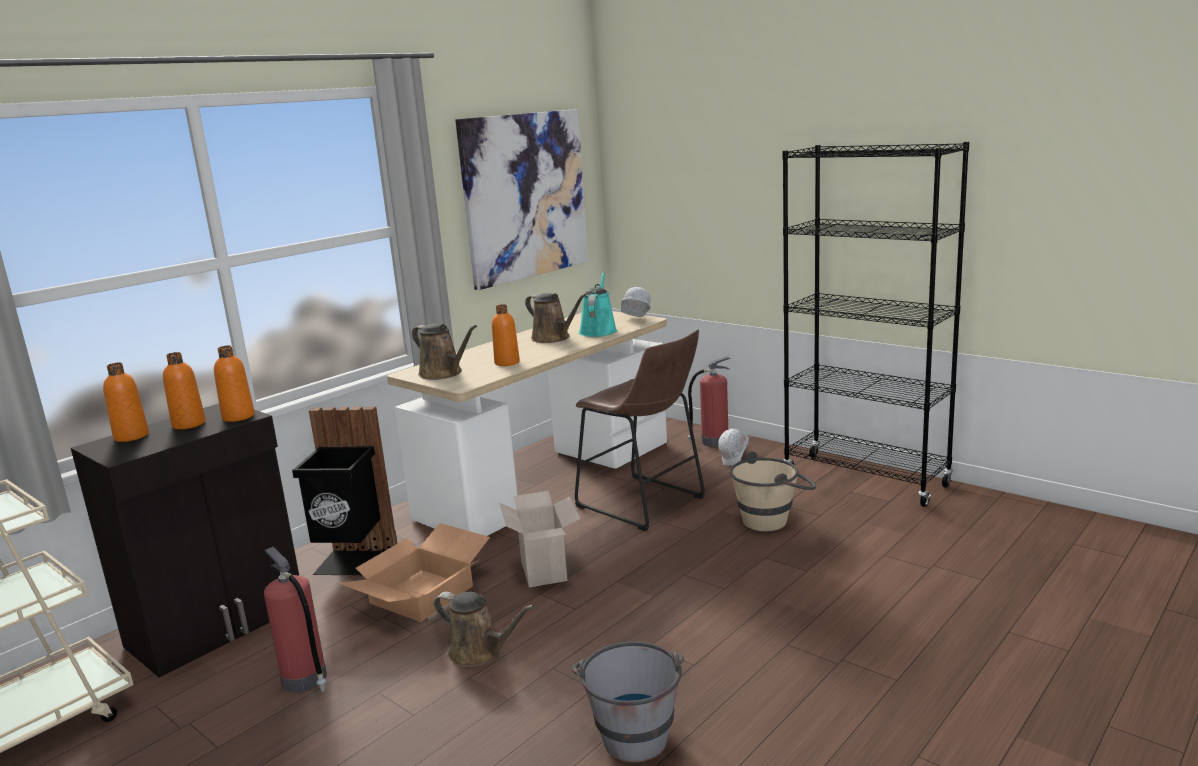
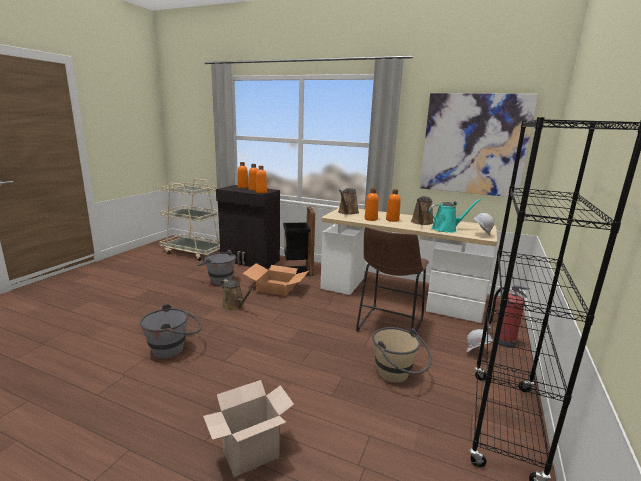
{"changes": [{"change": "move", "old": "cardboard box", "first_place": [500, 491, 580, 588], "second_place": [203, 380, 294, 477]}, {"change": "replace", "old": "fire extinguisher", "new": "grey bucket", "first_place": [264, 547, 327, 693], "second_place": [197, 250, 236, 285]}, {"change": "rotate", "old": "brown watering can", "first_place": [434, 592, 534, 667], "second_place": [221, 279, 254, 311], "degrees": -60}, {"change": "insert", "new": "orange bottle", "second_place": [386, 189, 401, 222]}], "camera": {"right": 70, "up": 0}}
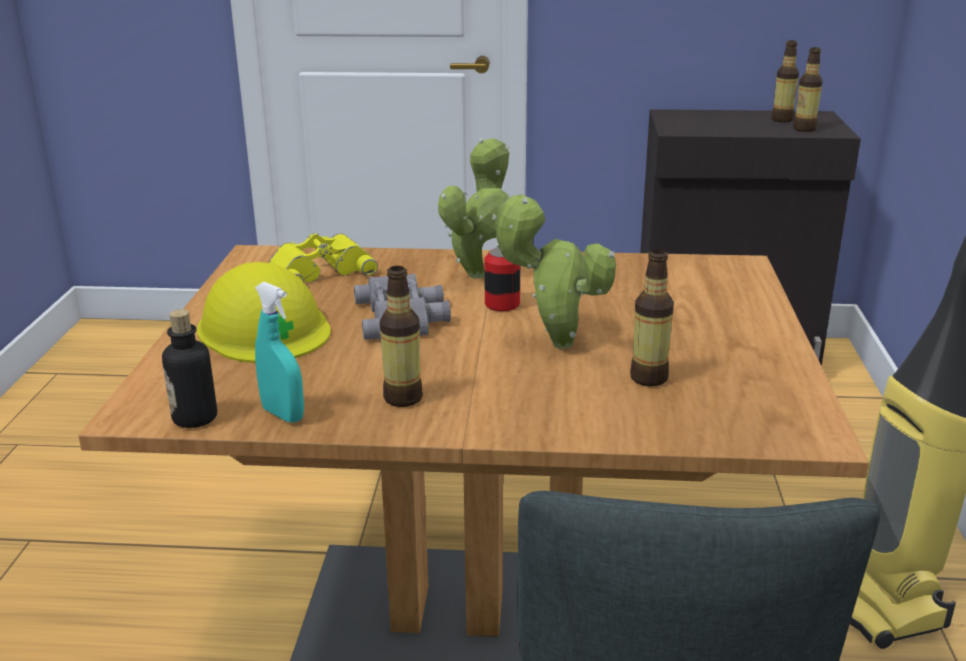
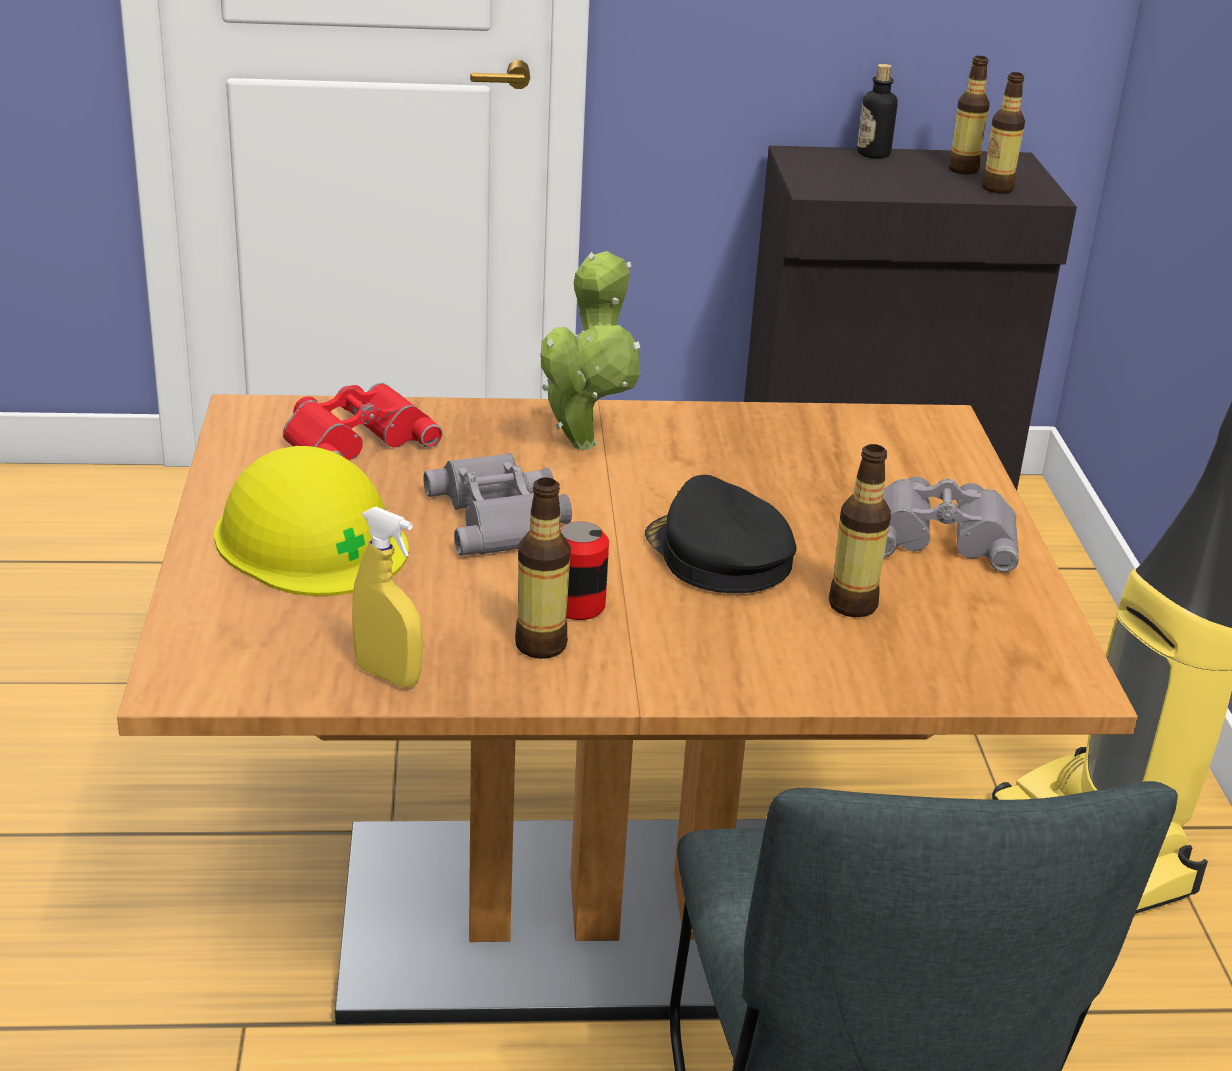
{"changes": [{"change": "replace", "old": "potted plant", "new": "black cap", "first_place": [492, 194, 616, 349], "second_place": [645, 475, 797, 593]}, {"change": "recolor", "old": "yellow binoculars", "new": "red binoculars", "first_place": [269, 233, 378, 283], "second_place": [283, 383, 443, 460]}, {"change": "move", "old": "can", "first_place": [484, 248, 520, 311], "second_place": [560, 521, 609, 620]}, {"change": "recolor", "old": "turquoise spray bottle", "new": "yellow spray bottle", "first_place": [255, 282, 304, 423], "second_place": [352, 507, 423, 687]}, {"change": "move", "old": "bottle", "first_place": [162, 309, 217, 428], "second_place": [857, 64, 898, 158]}, {"change": "insert", "new": "grey binoculars", "second_place": [883, 476, 1019, 572]}], "camera": {"right": -10, "up": 5}}
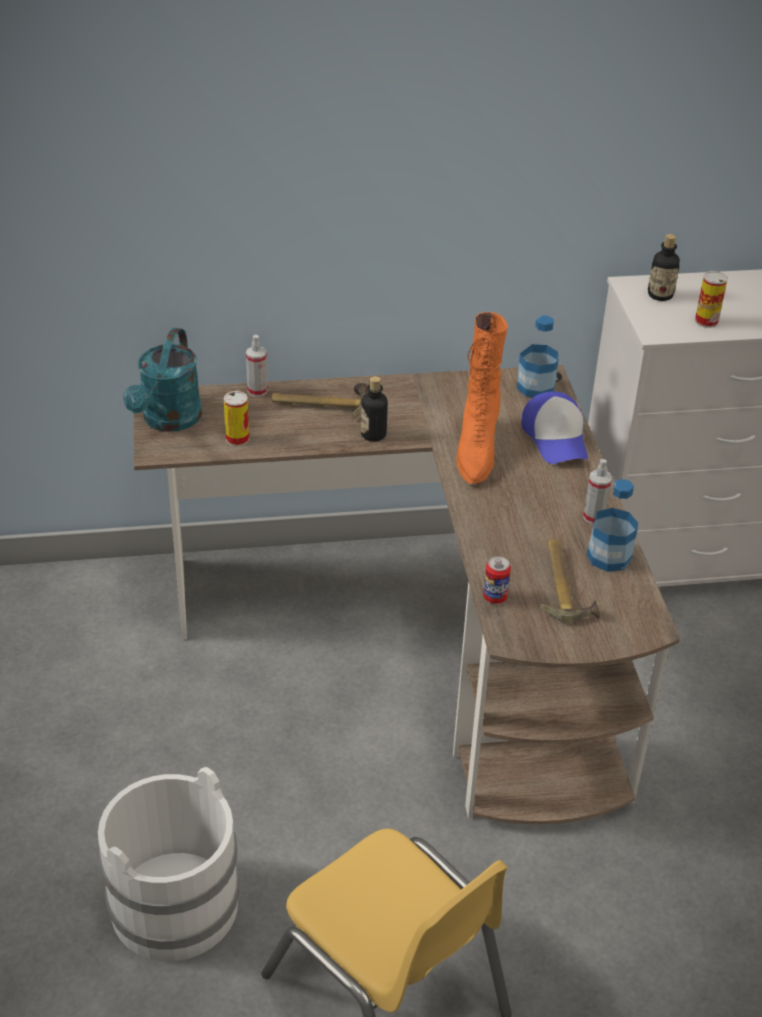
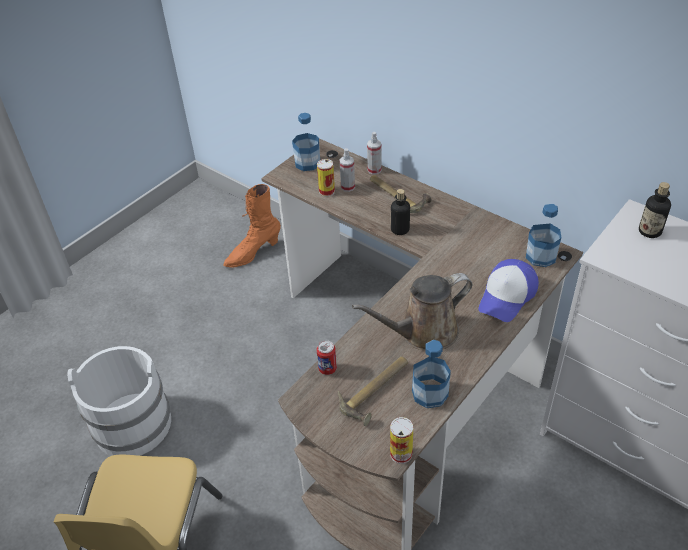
{"changes": [{"change": "move", "old": "can", "first_place": [695, 271, 728, 328], "second_place": [390, 417, 413, 464]}, {"change": "move", "old": "orange boot", "first_place": [457, 312, 508, 484], "second_place": [223, 184, 281, 268]}, {"change": "replace", "old": "turquoise watering can", "new": "bottle", "first_place": [123, 328, 202, 432], "second_place": [292, 113, 320, 171]}, {"change": "move", "old": "spray bottle", "first_place": [583, 459, 612, 524], "second_place": [339, 148, 355, 192]}, {"change": "insert", "new": "brown watering can", "second_place": [352, 273, 472, 350]}], "camera": {"right": 50, "up": 5}}
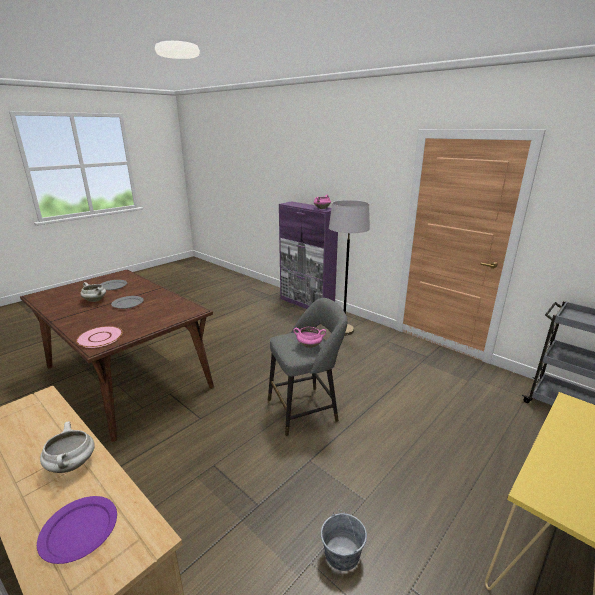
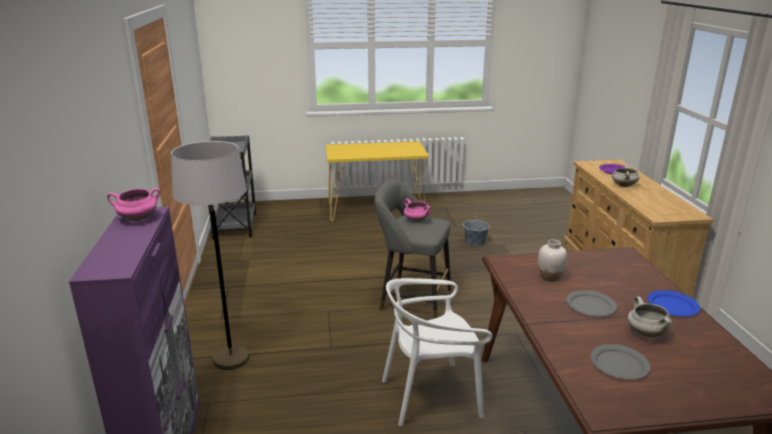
{"changes": [{"change": "delete", "old": "pink plate", "first_place": [76, 326, 123, 348]}, {"change": "insert", "new": "white vase", "second_place": [538, 239, 567, 282]}, {"change": "insert", "new": "white chair", "second_place": [382, 278, 492, 426]}, {"change": "insert", "new": "blue plate", "second_place": [647, 290, 700, 316]}], "camera": {"right": -140, "up": 0}}
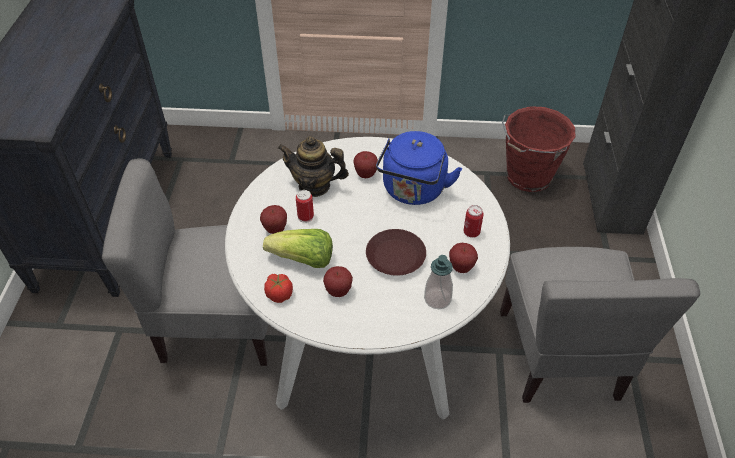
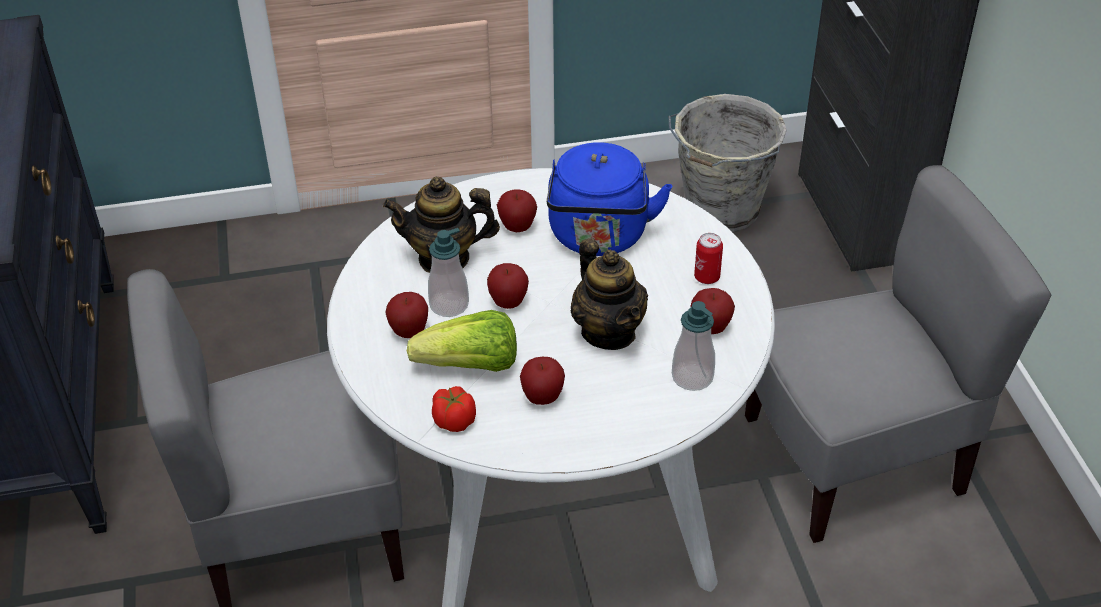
{"changes": [{"change": "recolor", "old": "red bucket", "new": "grey bucket", "first_place": [502, 106, 575, 192], "second_place": [669, 94, 787, 232]}, {"change": "replace", "old": "can", "new": "soap dispenser", "first_place": [296, 190, 314, 223], "second_place": [428, 228, 469, 317]}, {"change": "replace", "old": "brown plate", "new": "teapot", "first_place": [366, 229, 426, 276], "second_place": [570, 238, 648, 350]}, {"change": "rotate", "old": "grey chair", "first_place": [500, 247, 700, 403], "second_place": [745, 165, 1051, 543], "degrees": -90}, {"change": "insert", "new": "apple", "second_place": [487, 263, 529, 309]}], "camera": {"right": -15, "up": -5}}
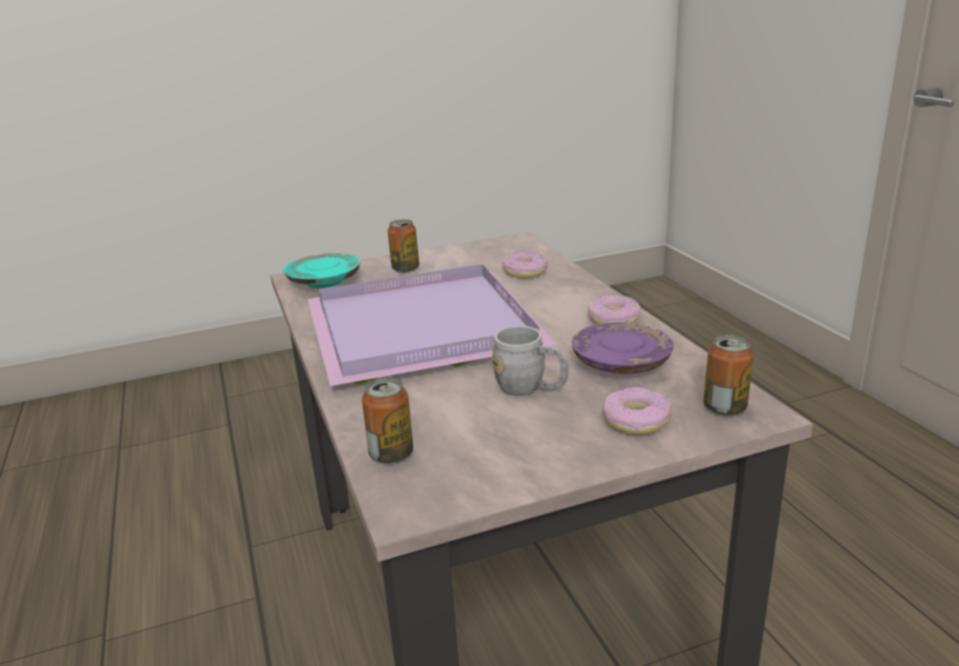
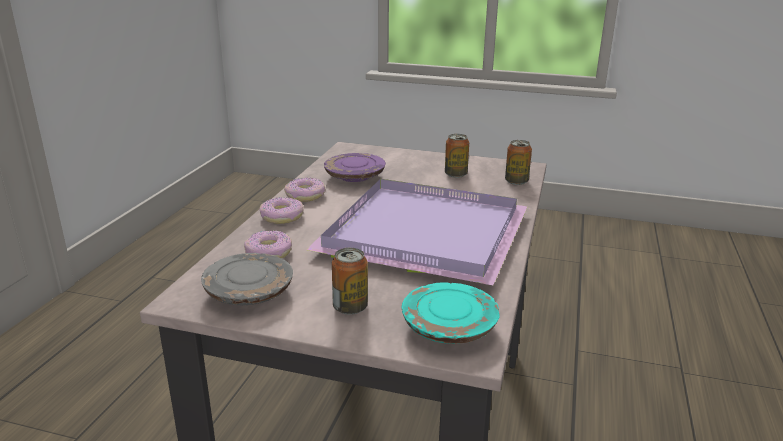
{"changes": [{"change": "delete", "old": "grey mug", "first_place": [492, 326, 569, 396]}, {"change": "move", "old": "can", "first_place": [704, 335, 754, 416], "second_place": [445, 134, 469, 178]}, {"change": "move", "old": "donut", "first_place": [602, 387, 672, 435], "second_place": [259, 197, 304, 224]}, {"change": "insert", "new": "grey plate", "second_place": [201, 253, 293, 305]}], "camera": {"right": -145, "up": 0}}
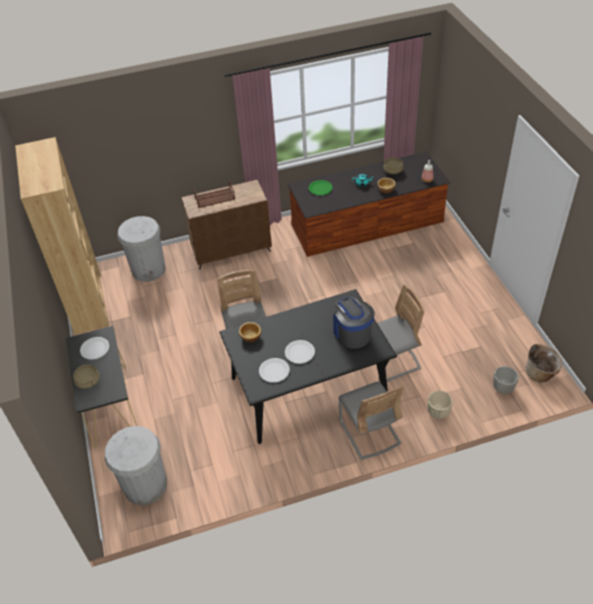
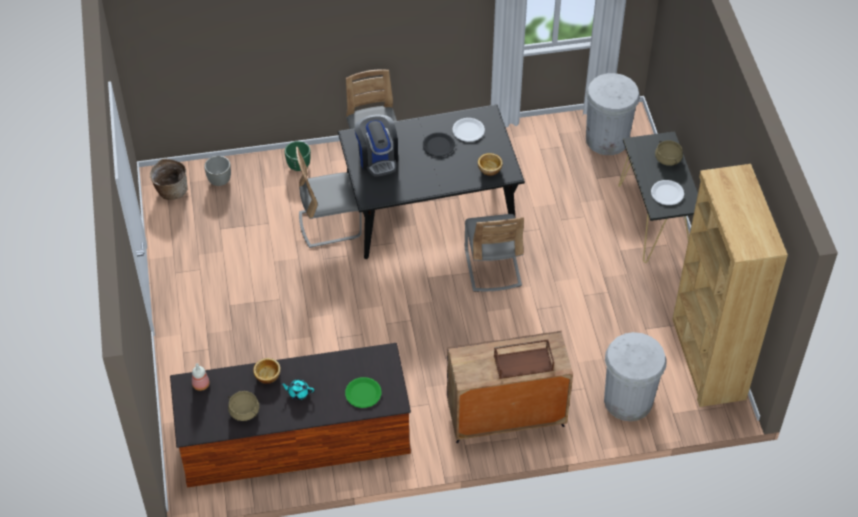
{"changes": [{"change": "recolor", "old": "white plate", "new": "black plate", "first_place": [285, 340, 315, 364], "second_place": [423, 132, 455, 157]}, {"change": "recolor", "old": "beige planter", "new": "green planter", "first_place": [427, 391, 453, 419], "second_place": [285, 141, 311, 171]}], "camera": {"right": -175, "up": 5}}
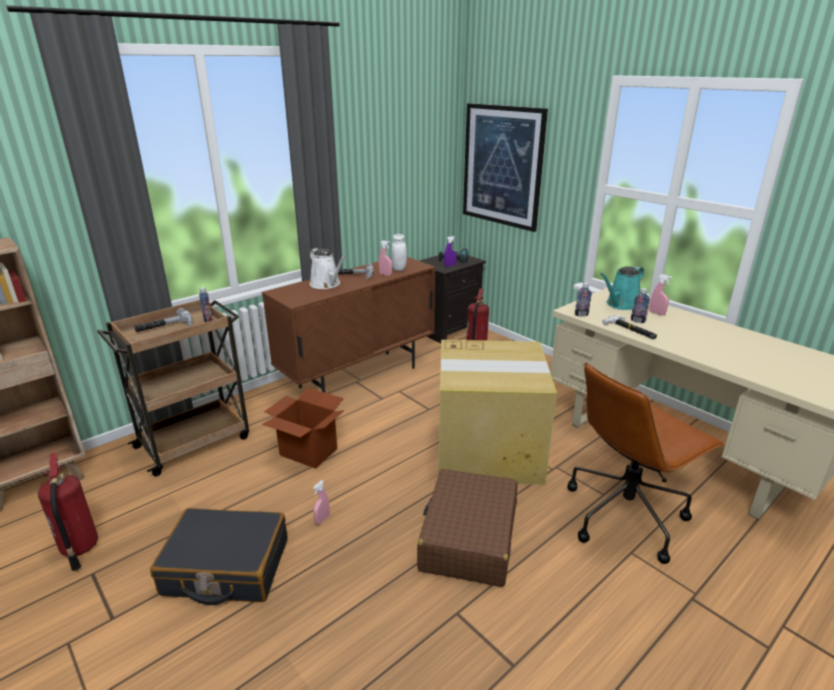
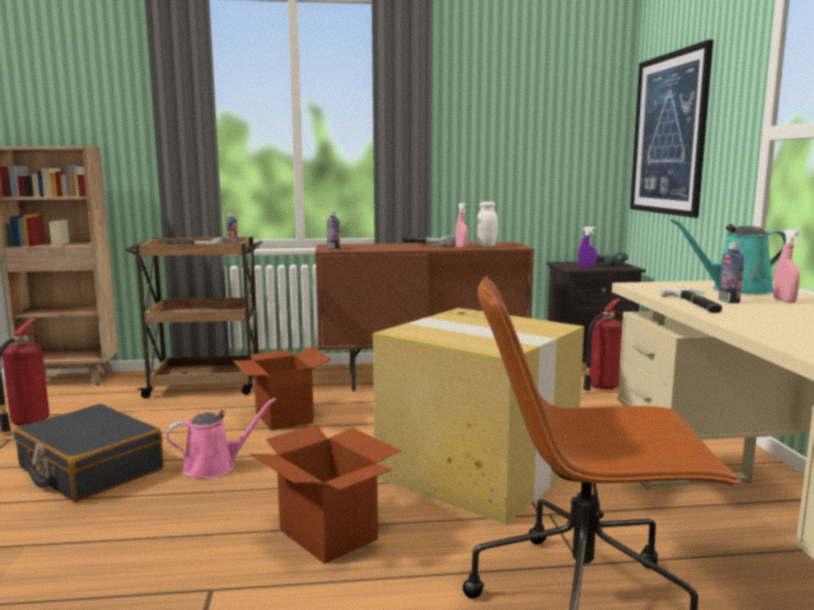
{"changes": [{"change": "delete", "old": "white watering can", "first_place": [310, 248, 346, 289]}, {"change": "move", "old": "bottle", "first_place": [575, 283, 592, 317], "second_place": [327, 212, 340, 249]}, {"change": "replace", "old": "brown suitcase", "new": "cardboard box", "first_place": [417, 469, 517, 587], "second_place": [250, 424, 401, 564]}, {"change": "replace", "old": "pink spray bottle", "new": "pink watering can", "first_place": [313, 481, 330, 525], "second_place": [166, 398, 276, 478]}], "camera": {"right": 35, "up": -15}}
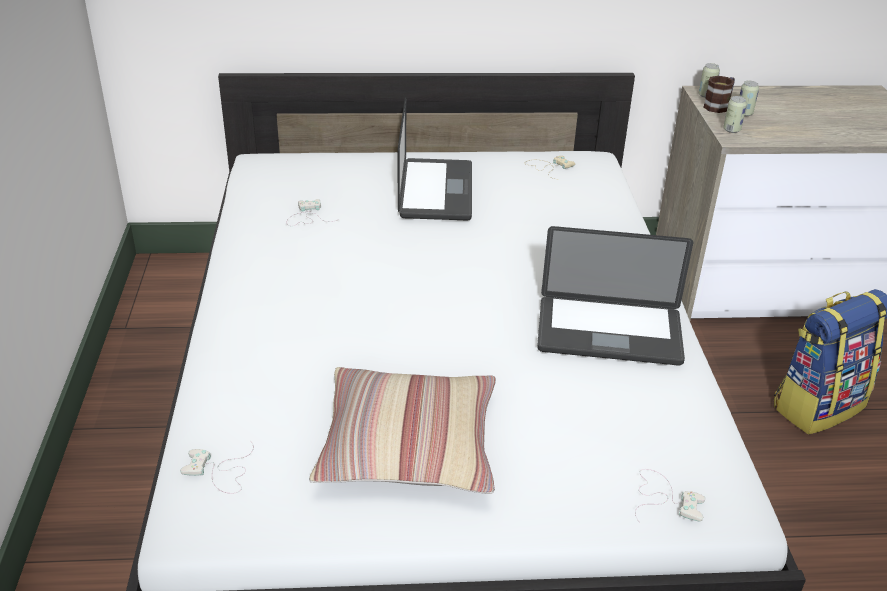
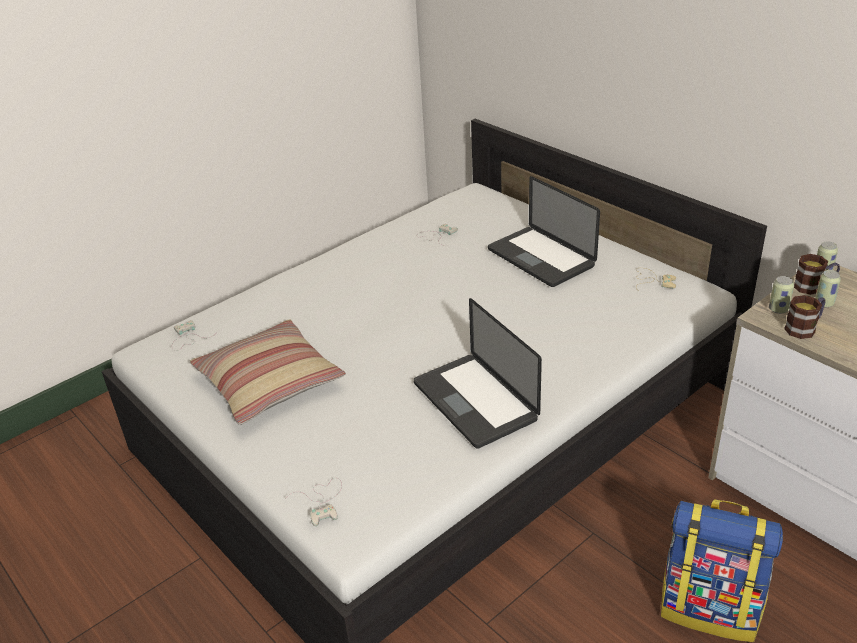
{"changes": [{"change": "rotate", "old": "laptop", "first_place": [398, 98, 472, 221], "second_place": [488, 176, 600, 287], "degrees": 90}, {"change": "insert", "new": "mug", "second_place": [784, 295, 825, 339]}], "camera": {"right": 55, "up": 0}}
